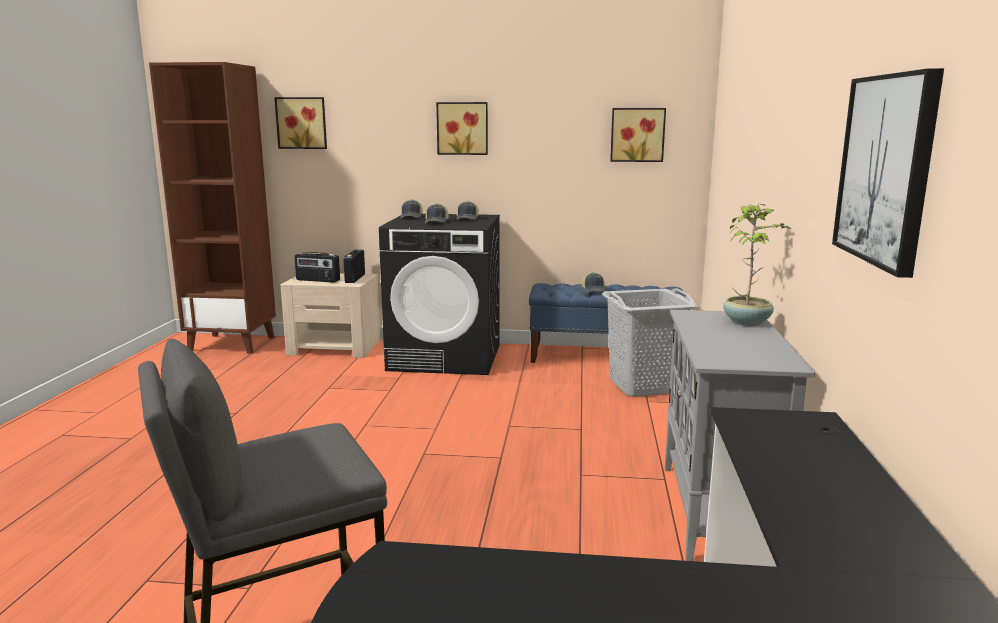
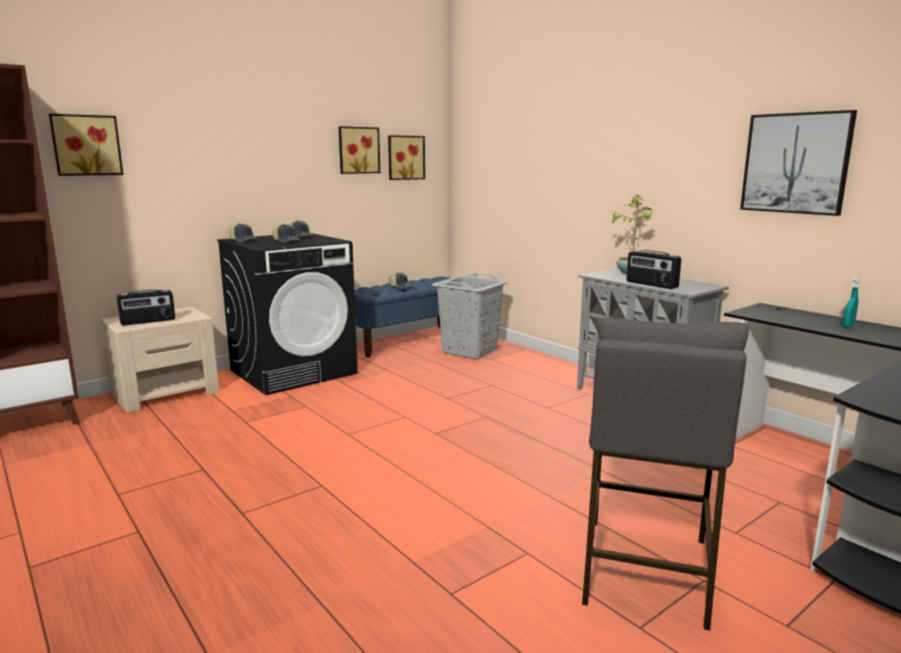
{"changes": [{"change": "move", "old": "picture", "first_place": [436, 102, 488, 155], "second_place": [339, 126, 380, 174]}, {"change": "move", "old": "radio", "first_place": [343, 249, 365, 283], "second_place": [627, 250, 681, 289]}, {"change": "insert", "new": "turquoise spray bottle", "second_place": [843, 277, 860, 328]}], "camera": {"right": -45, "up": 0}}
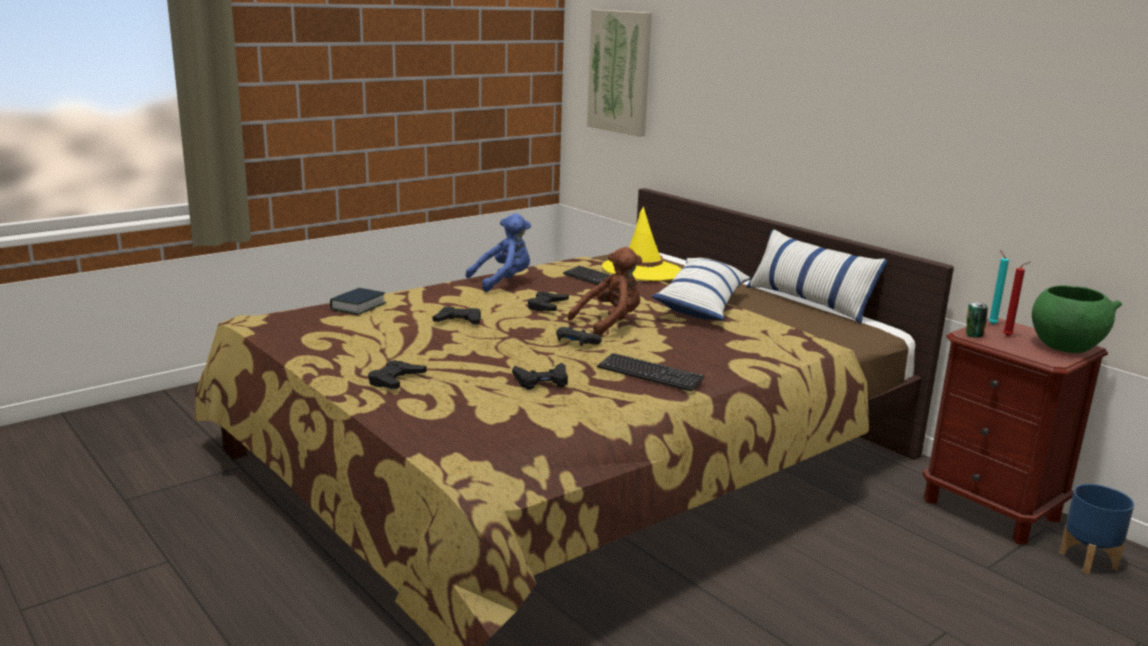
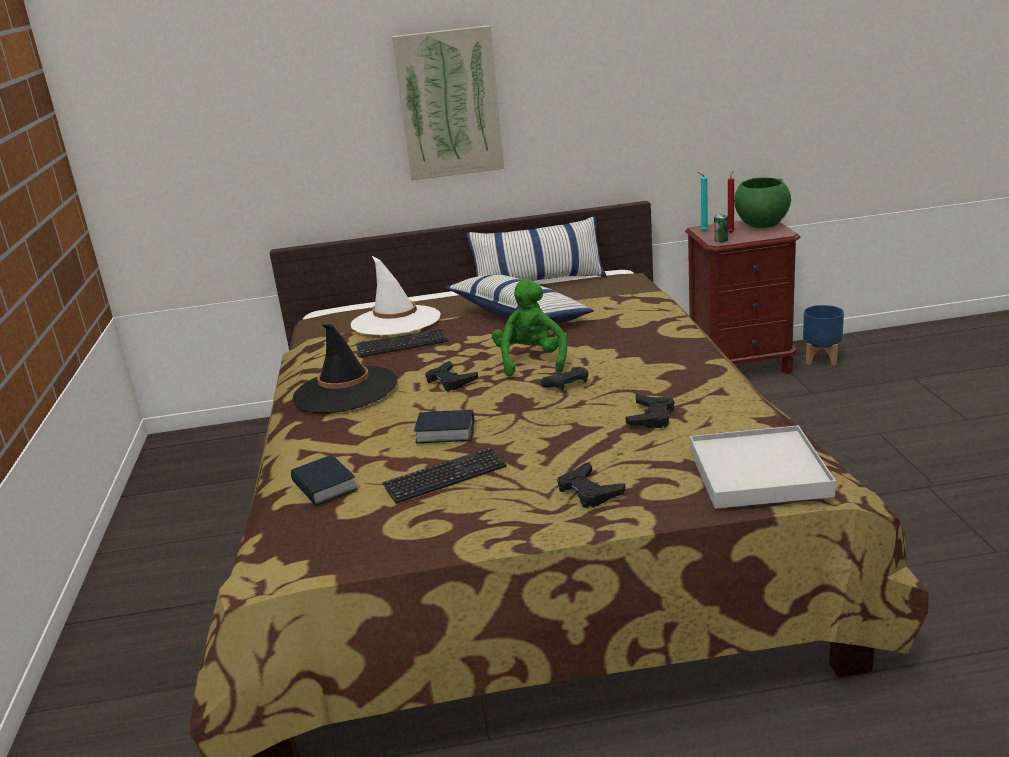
{"changes": [{"change": "move", "old": "picture", "first_place": [587, 9, 652, 137], "second_place": [392, 25, 504, 180]}, {"change": "recolor", "old": "yellow hat", "new": "white hat", "first_place": [602, 206, 682, 281], "second_place": [351, 256, 440, 336]}, {"change": "replace", "old": "blue plush toy", "new": "black hat", "first_place": [465, 214, 531, 292], "second_place": [293, 324, 398, 413]}, {"change": "recolor", "old": "brown plush toy", "new": "green plush toy", "first_place": [568, 247, 642, 336], "second_place": [492, 279, 567, 377]}, {"change": "replace", "old": "black game controller", "new": "book", "first_place": [433, 307, 481, 325], "second_place": [414, 410, 474, 443]}, {"change": "move", "old": "keyboard", "first_place": [597, 353, 705, 391], "second_place": [382, 447, 507, 504]}, {"change": "insert", "new": "white tray", "second_place": [690, 425, 836, 509]}], "camera": {"right": -55, "up": 5}}
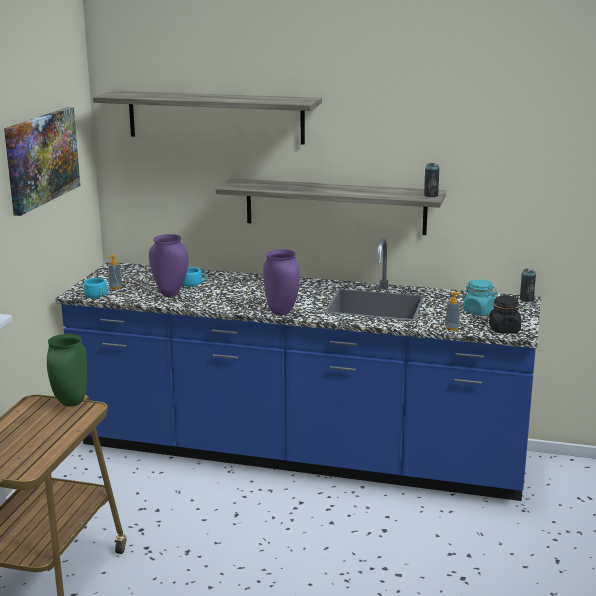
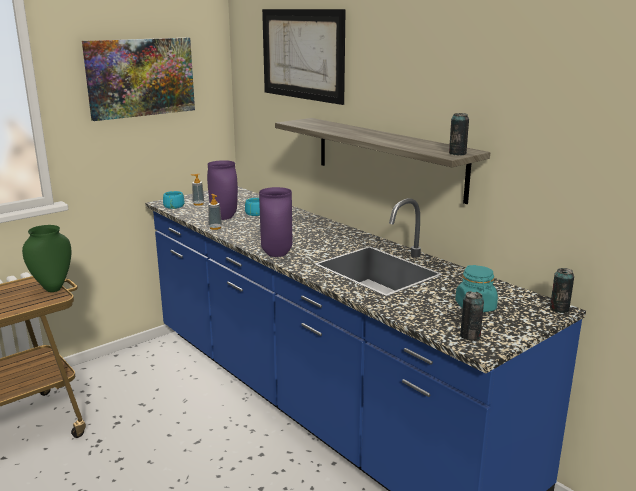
{"changes": [{"change": "replace", "old": "shelf", "new": "picture", "first_place": [93, 91, 322, 145], "second_place": [262, 9, 346, 105]}, {"change": "move", "old": "soap dispenser", "first_place": [445, 292, 462, 331], "second_place": [208, 194, 222, 230]}, {"change": "replace", "old": "black jar", "new": "can", "first_place": [489, 296, 521, 333], "second_place": [460, 291, 484, 340]}], "camera": {"right": 35, "up": 0}}
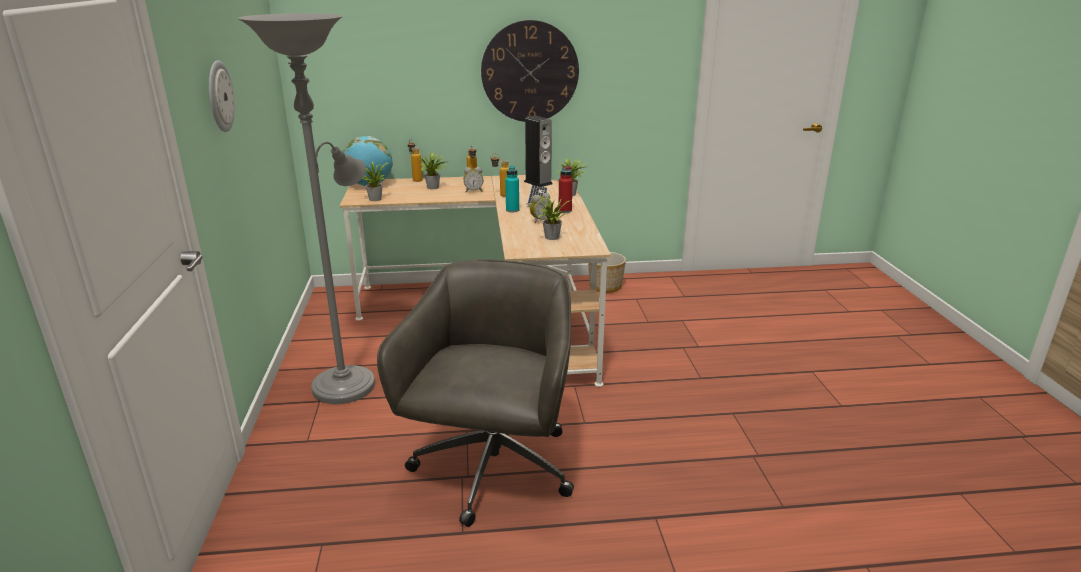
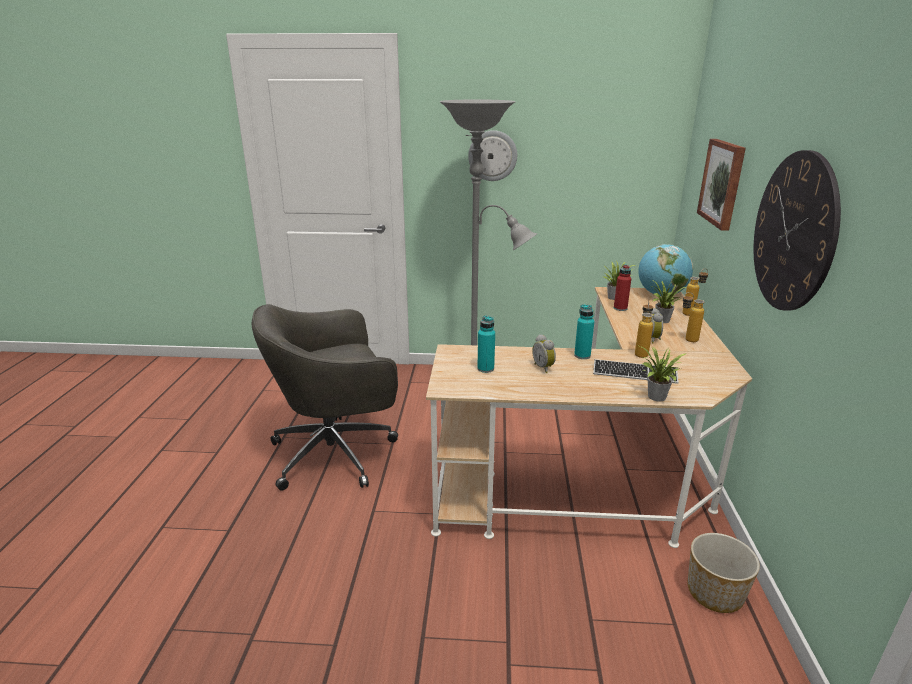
{"changes": [{"change": "delete", "old": "speaker", "first_place": [524, 116, 553, 187]}, {"change": "move", "old": "red bottle", "first_place": [558, 166, 573, 213], "second_place": [614, 265, 631, 311]}, {"change": "replace", "old": "potted plant", "new": "turquoise bottle", "first_place": [534, 195, 571, 240], "second_place": [477, 315, 495, 373]}, {"change": "rotate", "old": "grey office chair", "first_place": [377, 259, 574, 527], "second_place": [251, 304, 398, 491], "degrees": 135}, {"change": "insert", "new": "picture", "second_place": [697, 139, 746, 231]}], "camera": {"right": 100, "up": 0}}
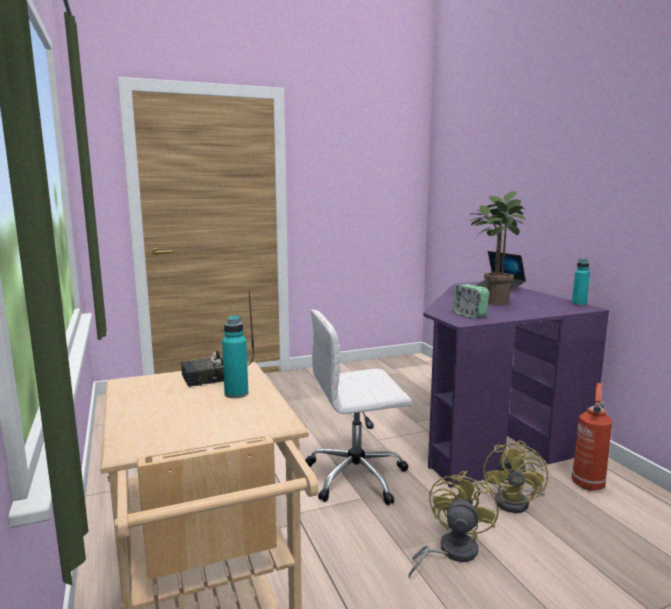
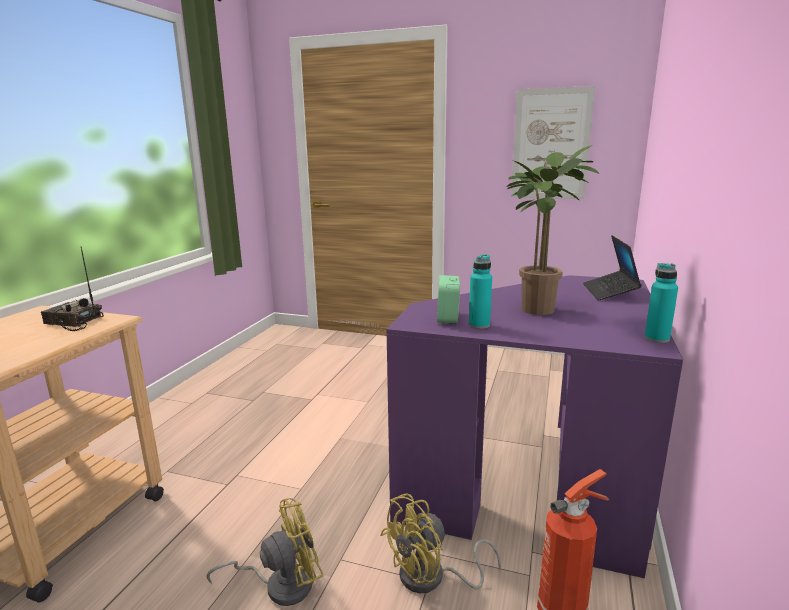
{"changes": [{"change": "delete", "old": "white office chair", "first_place": [305, 309, 412, 505]}, {"change": "move", "old": "turquoise bottle", "first_place": [222, 315, 248, 398], "second_place": [469, 254, 492, 329]}, {"change": "insert", "new": "picture", "second_place": [511, 86, 595, 199]}], "camera": {"right": 40, "up": 5}}
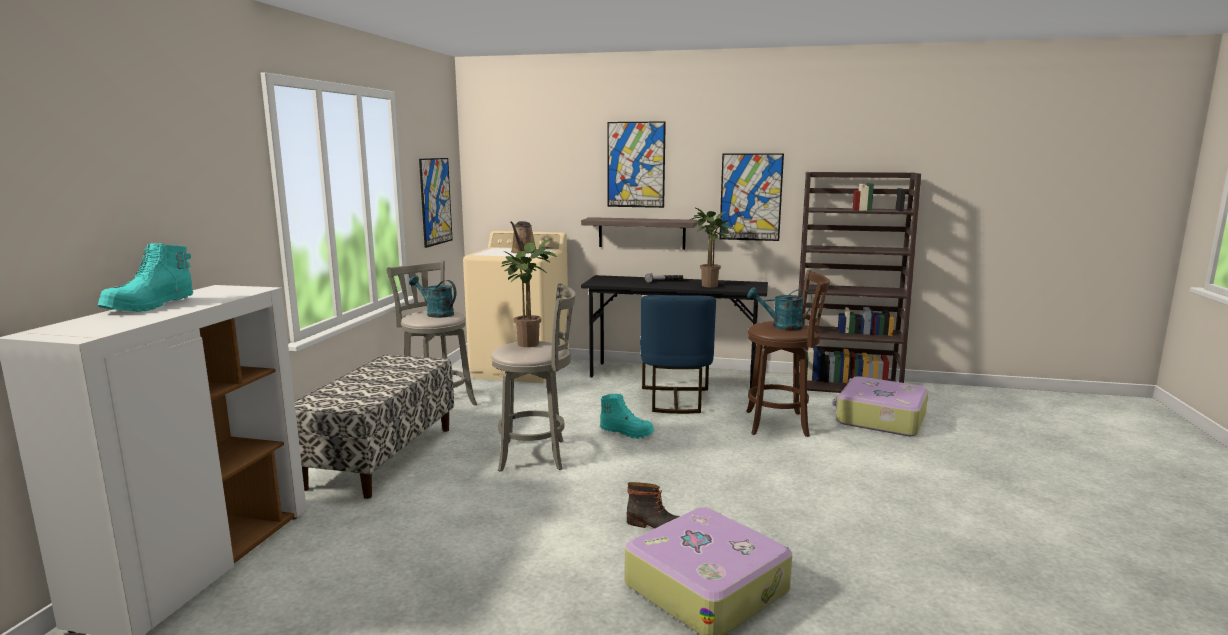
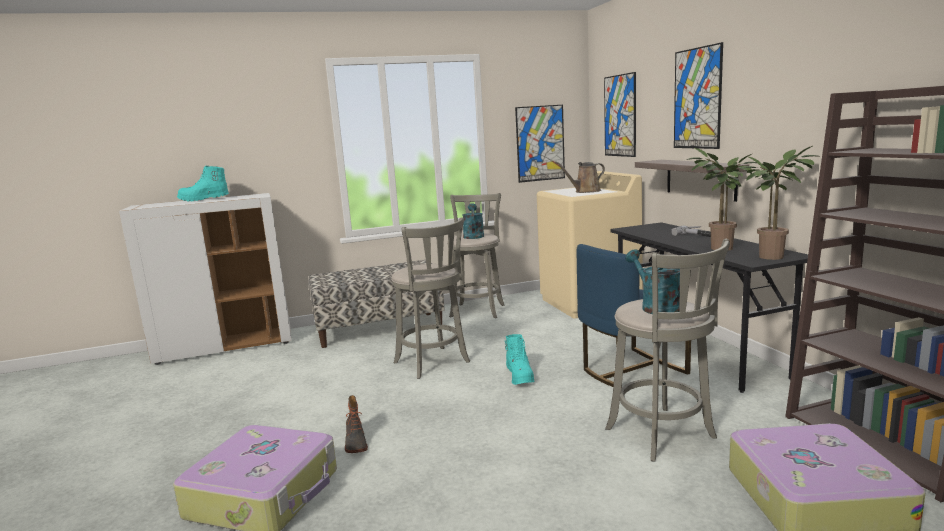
{"changes": [{"change": "move", "old": "picture", "first_place": [719, 153, 784, 241], "second_place": [604, 72, 636, 157]}, {"change": "move", "old": "potted plant", "first_place": [501, 239, 557, 347], "second_place": [739, 146, 821, 260]}, {"change": "recolor", "old": "brown stool", "new": "grey stool", "first_place": [746, 270, 830, 437], "second_place": [605, 239, 730, 462]}], "camera": {"right": 60, "up": 0}}
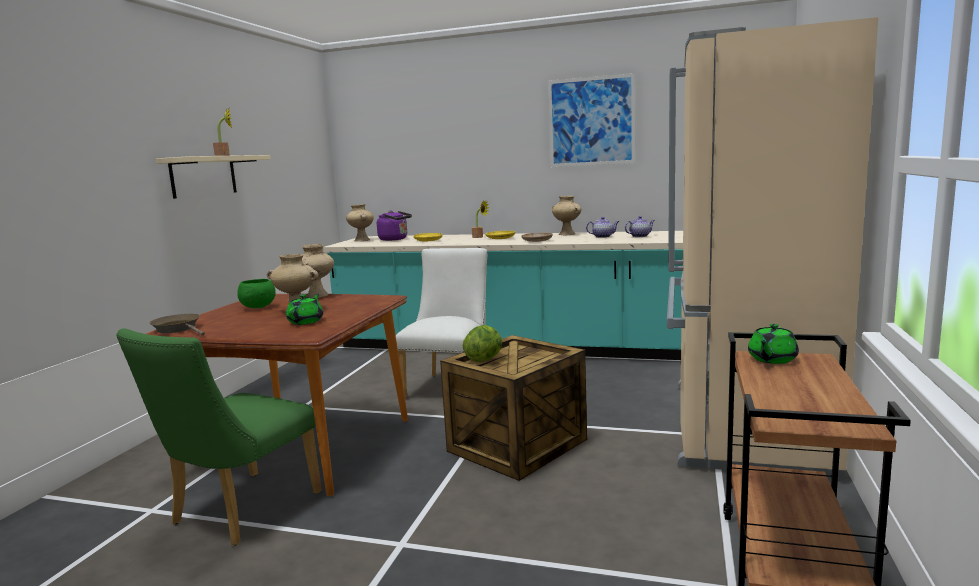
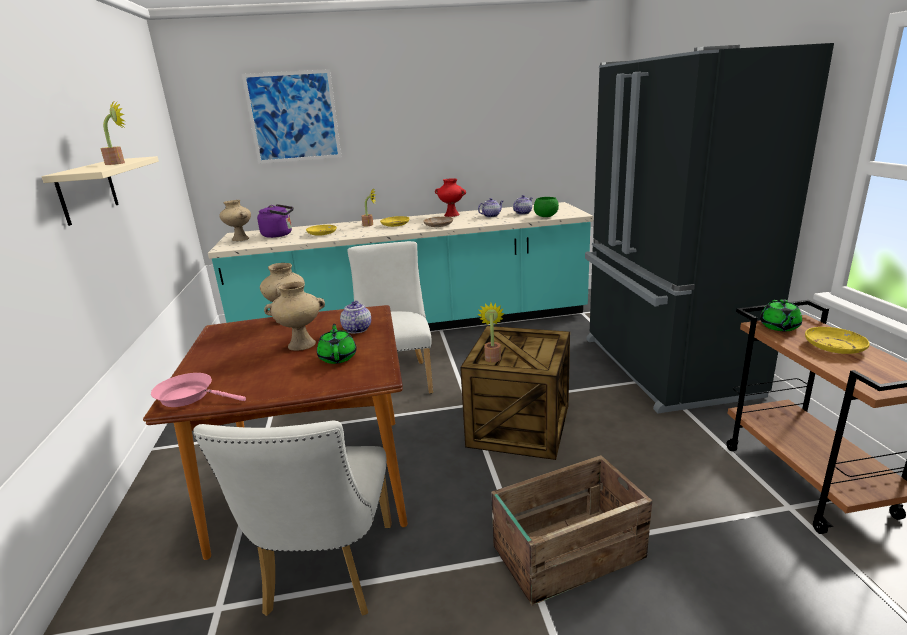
{"changes": [{"change": "recolor", "old": "beige fridge", "new": "black fridge", "first_place": [667, 17, 878, 480], "second_place": [585, 43, 834, 413]}, {"change": "move", "old": "picture", "first_place": [548, 73, 635, 167], "second_place": [242, 69, 342, 164]}, {"change": "recolor", "old": "beige vase", "new": "red vase", "first_place": [552, 196, 581, 235], "second_place": [435, 178, 466, 217]}, {"change": "move", "old": "green bowl", "first_place": [237, 279, 276, 308], "second_place": [534, 197, 559, 217]}, {"change": "recolor", "old": "brown frying pan", "new": "pink frying pan", "first_place": [150, 314, 205, 336], "second_place": [151, 373, 246, 407]}, {"change": "replace", "old": "lettuce", "new": "potted plant", "first_place": [463, 325, 502, 362], "second_place": [478, 303, 505, 362]}, {"change": "recolor", "old": "green chair", "new": "white chair", "first_place": [116, 328, 322, 546], "second_place": [193, 420, 392, 616]}, {"change": "insert", "new": "teapot", "second_place": [340, 301, 371, 333]}, {"change": "insert", "new": "yellow plate", "second_place": [805, 327, 870, 354]}, {"change": "insert", "new": "crate", "second_place": [491, 455, 652, 606]}], "camera": {"right": -25, "up": 10}}
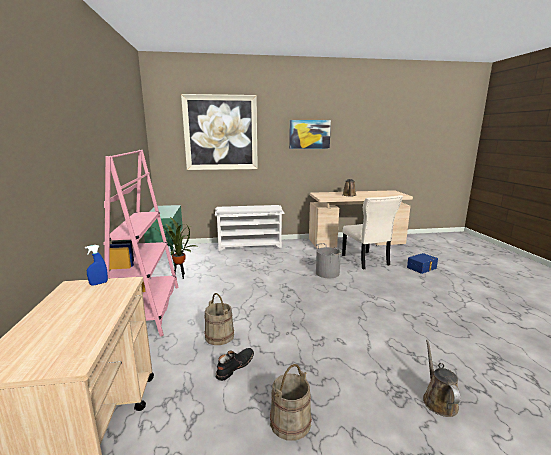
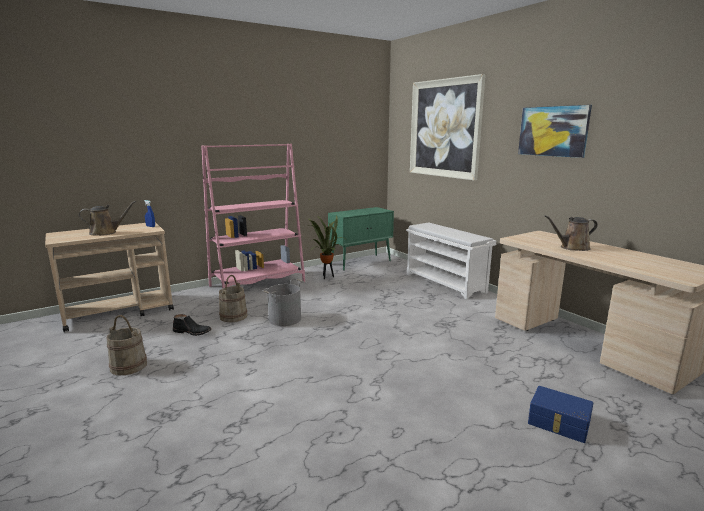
{"changes": [{"change": "delete", "old": "beige chair", "first_place": [342, 195, 403, 270]}, {"change": "move", "old": "grey bucket", "first_place": [316, 243, 342, 278], "second_place": [262, 279, 304, 326]}, {"change": "move", "old": "brown watering can", "first_place": [423, 339, 460, 417], "second_place": [79, 201, 136, 236]}], "camera": {"right": 65, "up": 0}}
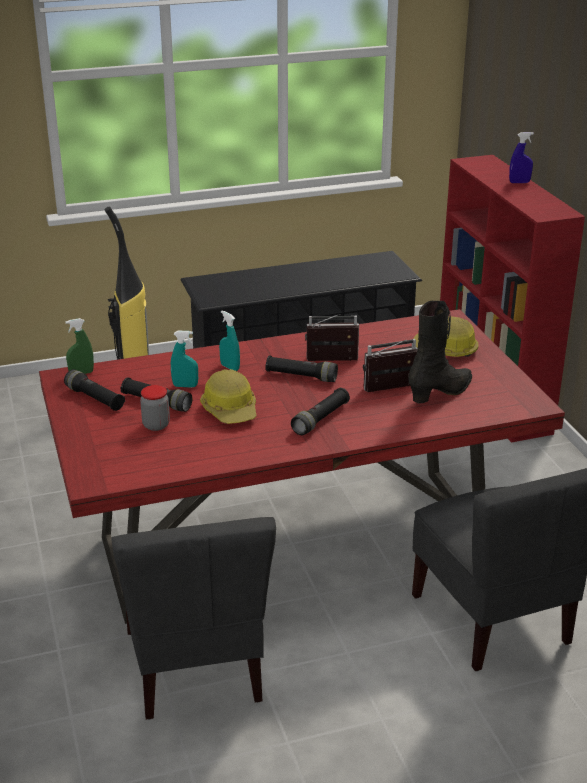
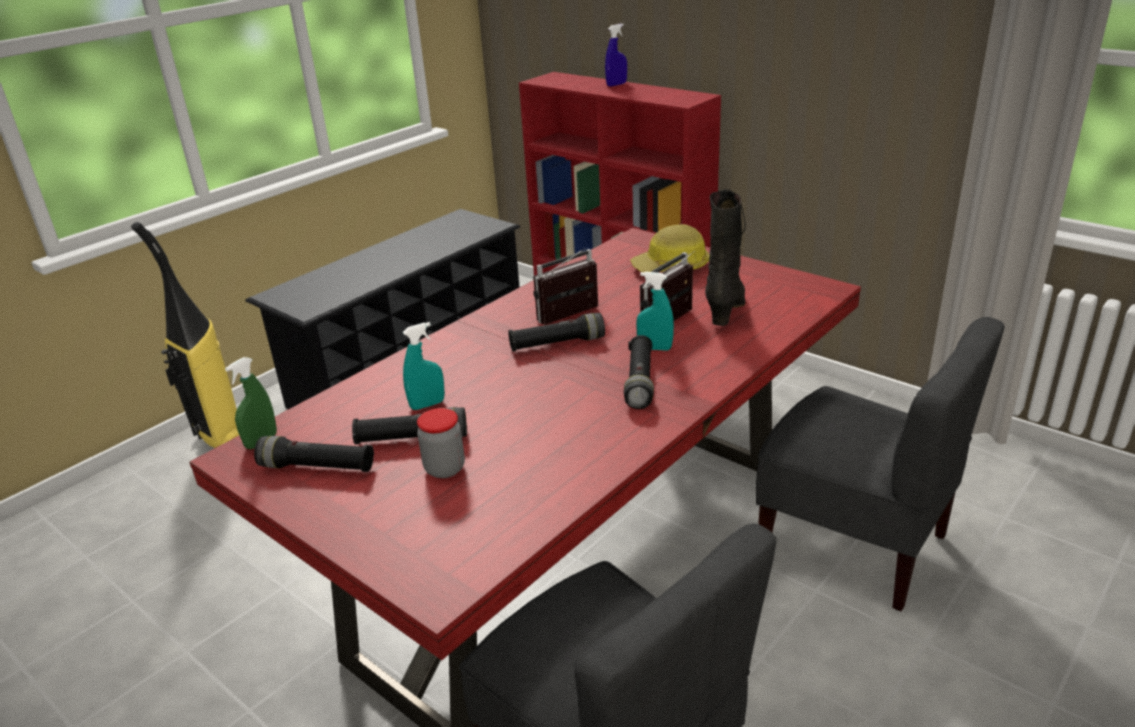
{"changes": [{"change": "move", "old": "turquoise spray bottle", "first_place": [219, 311, 240, 371], "second_place": [636, 272, 674, 351]}, {"change": "delete", "old": "hard hat", "first_place": [200, 369, 256, 424]}], "camera": {"right": -30, "up": 0}}
